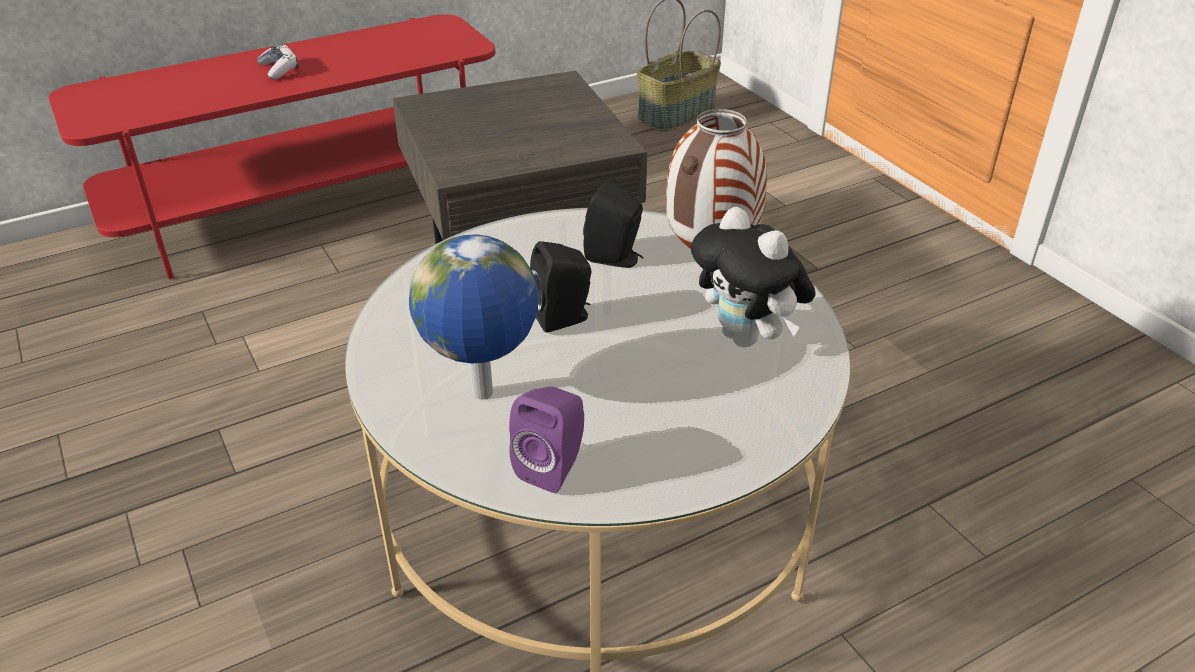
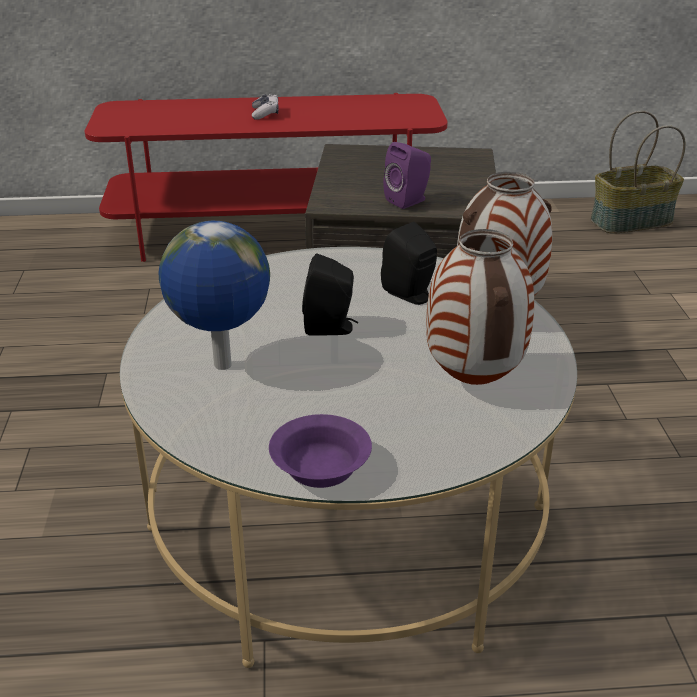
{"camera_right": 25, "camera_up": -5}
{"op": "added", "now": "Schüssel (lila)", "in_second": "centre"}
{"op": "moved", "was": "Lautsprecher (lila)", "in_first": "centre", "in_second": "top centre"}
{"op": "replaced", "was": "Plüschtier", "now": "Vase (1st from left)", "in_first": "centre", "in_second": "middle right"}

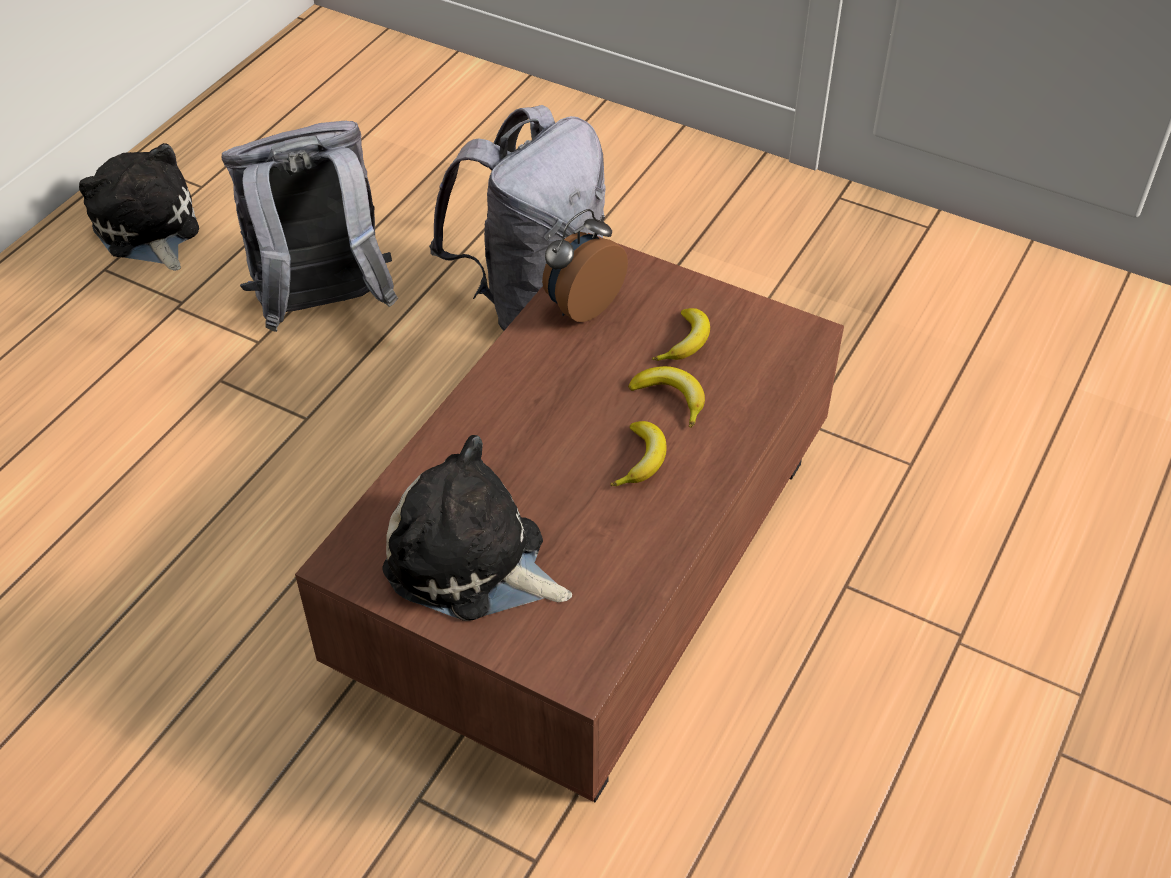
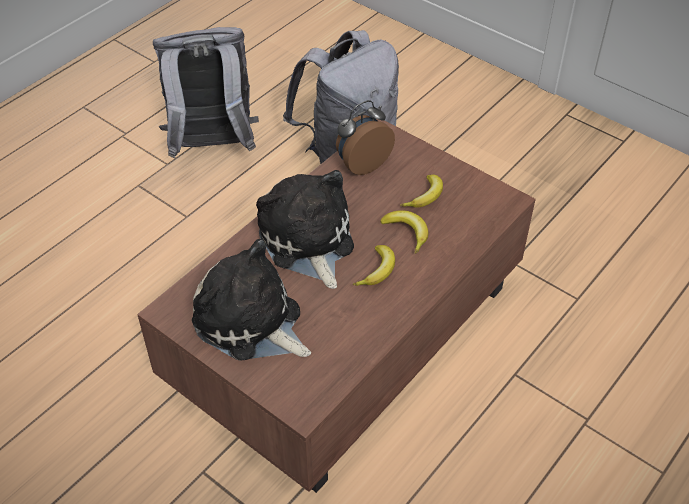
{"camera_right": 10, "camera_up": 0}
{"op": "moved", "was": "Plüschtier (1st from left in the first image)", "now": "Plüschtier (2nd from left)", "in_first": "top left", "in_second": "centre"}

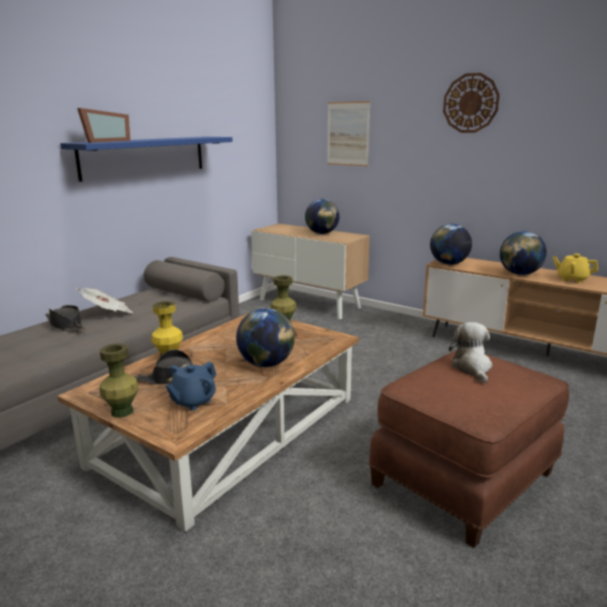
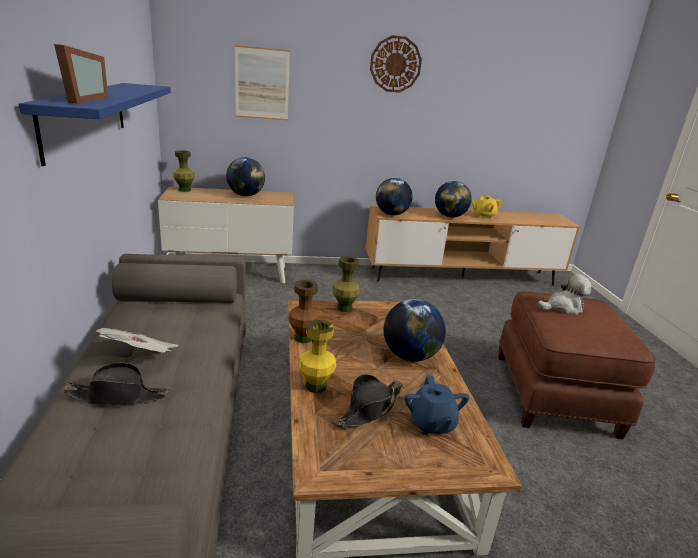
{"camera_right": -45, "camera_up": 5}
{"op": "moved", "was": "Vase (grün) (1st from left)", "in_first": "middle left", "in_second": "top left"}
{"op": "added", "now": "Vase (braun)", "in_second": "centre"}
{"op": "turned", "was": "Plüschtier", "in_first": "middle right", "in_second": "middle right", "clockwise": 120}

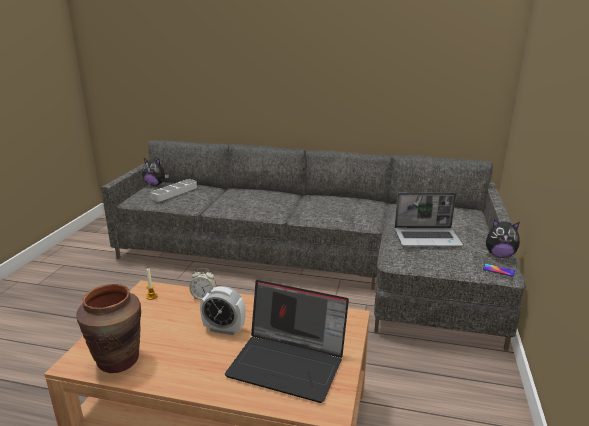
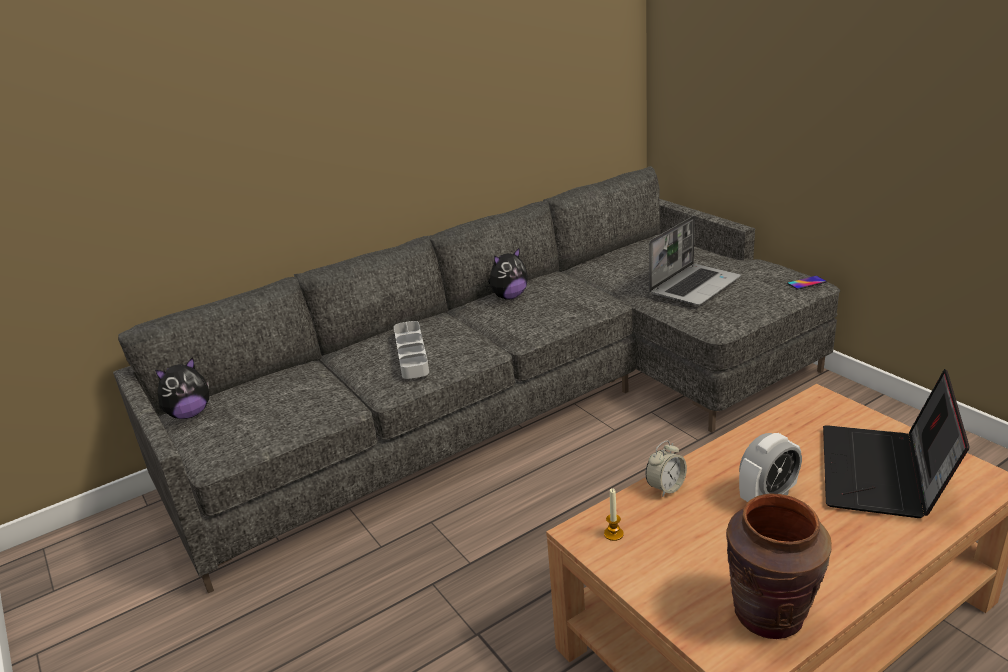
{"camera_right": -45, "camera_up": 5}
{"op": "moved", "was": "Tablett (grau)", "in_first": "middle left", "in_second": "centre"}
{"op": "moved", "was": "Plüschtier (2nd from left)", "in_first": "middle right", "in_second": "centre"}
{"op": "turned", "was": "Laptop (1st from left in the first image)", "in_first": "bottom centre", "in_second": "middle right", "clockwise": 135}

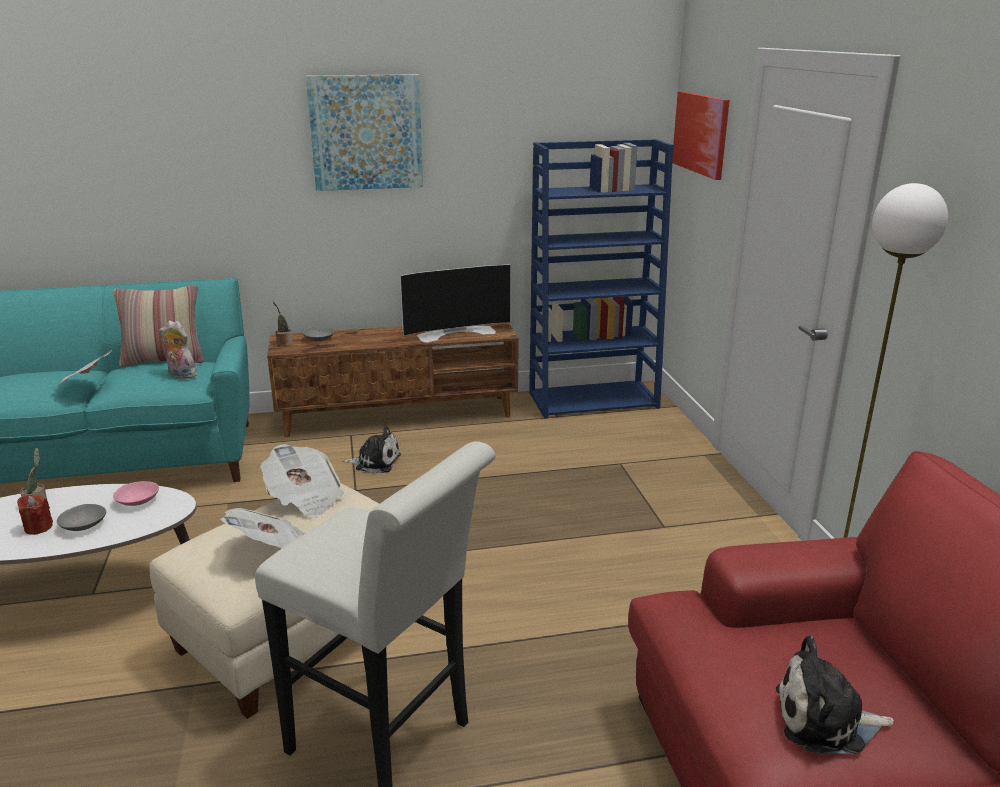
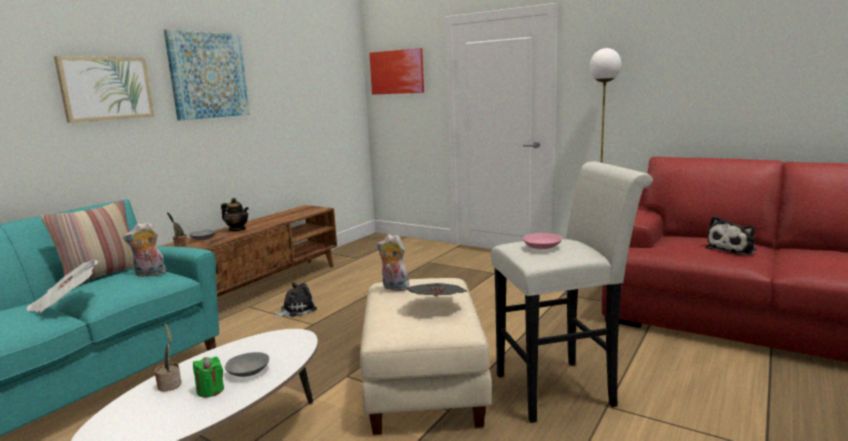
{"camera_right": -45, "camera_up": -10}
{"op": "added", "now": "Bild (1st from left)", "in_second": "top left"}
{"op": "recoloured", "was": "Kerze (rot)", "now": "Kerze (grün)", "in_first": "middle left", "in_second": "bottom left"}
{"op": "added", "now": "Teekanne", "in_second": "middle left"}
{"op": "replaced", "was": "Zeitung (3rd from left)", "now": "Plüschtier (3rd from left)", "in_first": "middle left", "in_second": "centre"}
{"op": "moved", "was": "Schüssel (rosa)", "in_first": "middle left", "in_second": "centre"}
{"op": "removed", "was": "Fernseher", "in_first": "centre"}
{"op": "removed", "was": "Bücherregal (blau)", "in_first": "centre"}

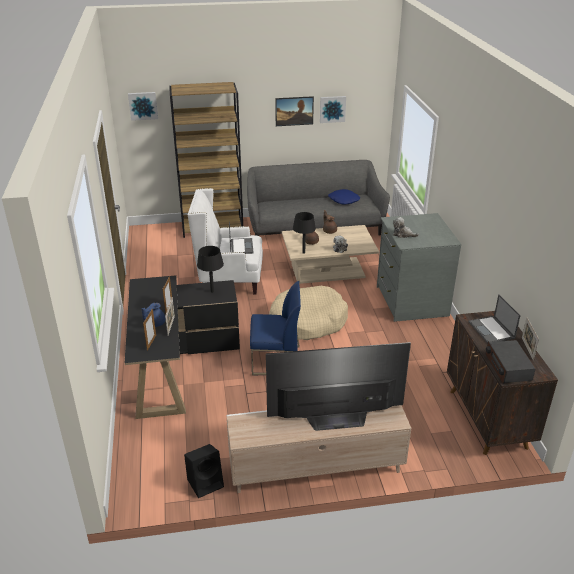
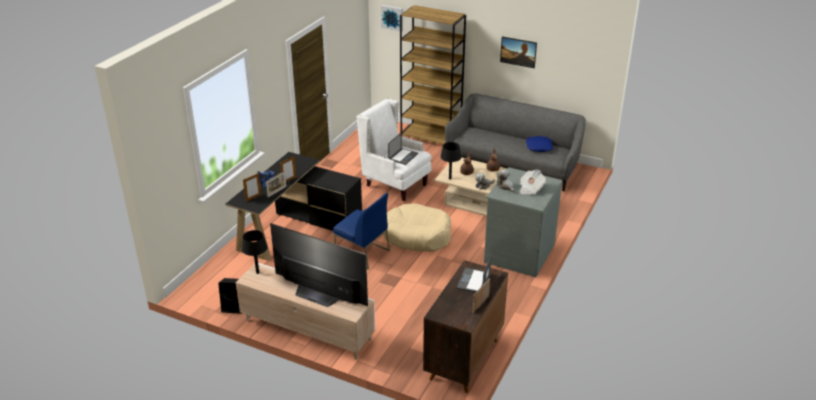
{"camera_right": 35, "camera_up": 0}
{"op": "moved", "was": "Tischlampe (schwarz) (1st from left)", "in_first": "centre", "in_second": "middle left"}
{"op": "added", "now": "Zeitung", "in_second": "centre"}
{"op": "removed", "was": "Bild (3rd from left)", "in_first": "top centre"}
{"op": "removed", "was": "Radio", "in_first": "middle right"}

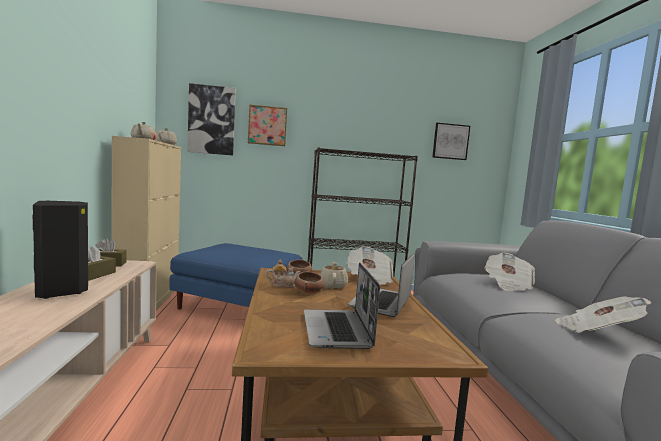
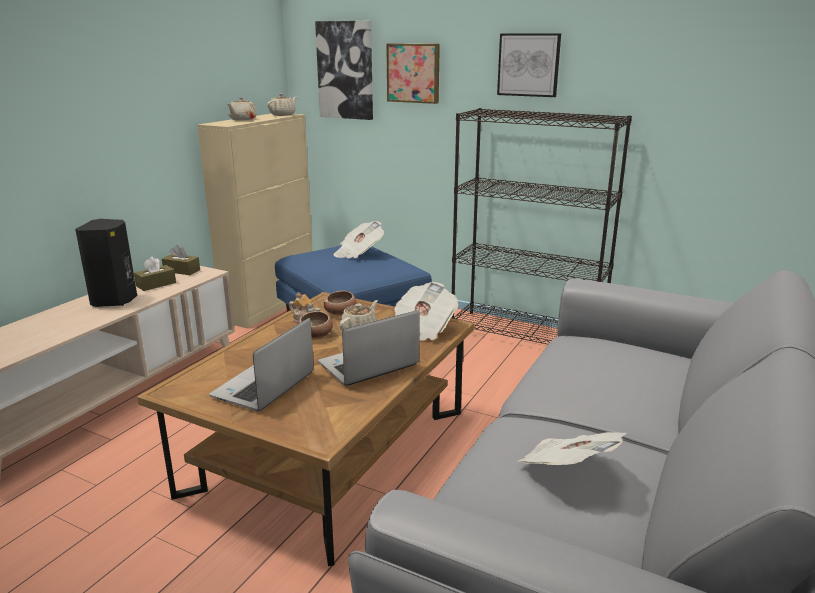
{"camera_right": 35, "camera_up": 15}
{"op": "moved", "was": "Zeitung (2nd from left in the first image)", "now": "Zeitung (1st from left)", "in_first": "middle right", "in_second": "centre"}
{"op": "moved", "was": "Bild (3rd from left)", "in_first": "top right", "in_second": "top centre"}

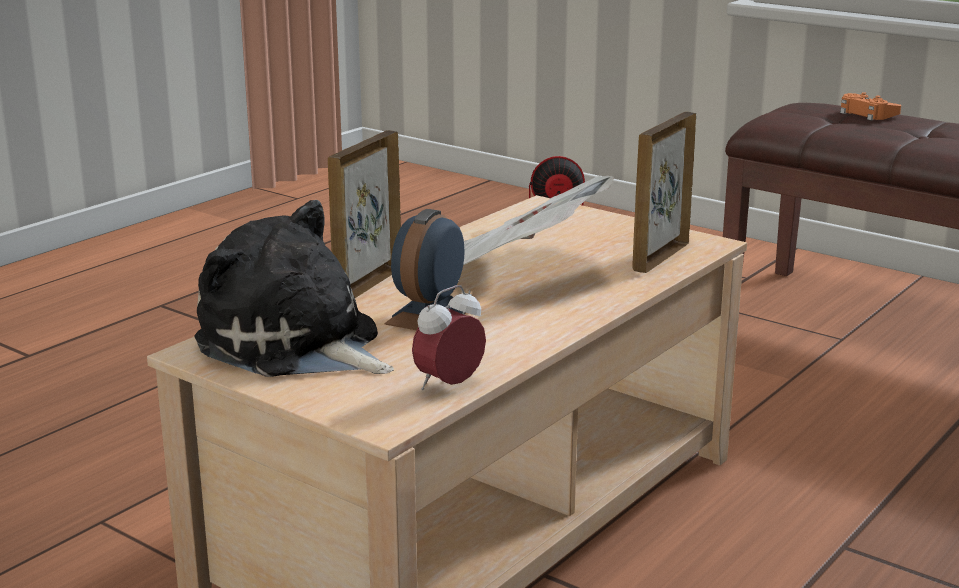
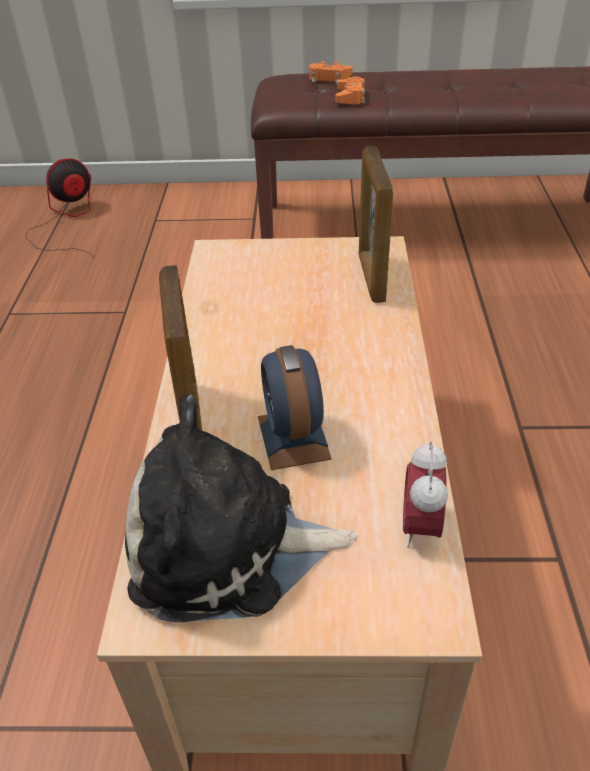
{"camera_right": -35, "camera_up": 20}
{"op": "added", "now": "Gamepad (orange) (2nd from left)", "in_second": "top centre"}
{"op": "removed", "was": "Zeitung", "in_first": "centre"}

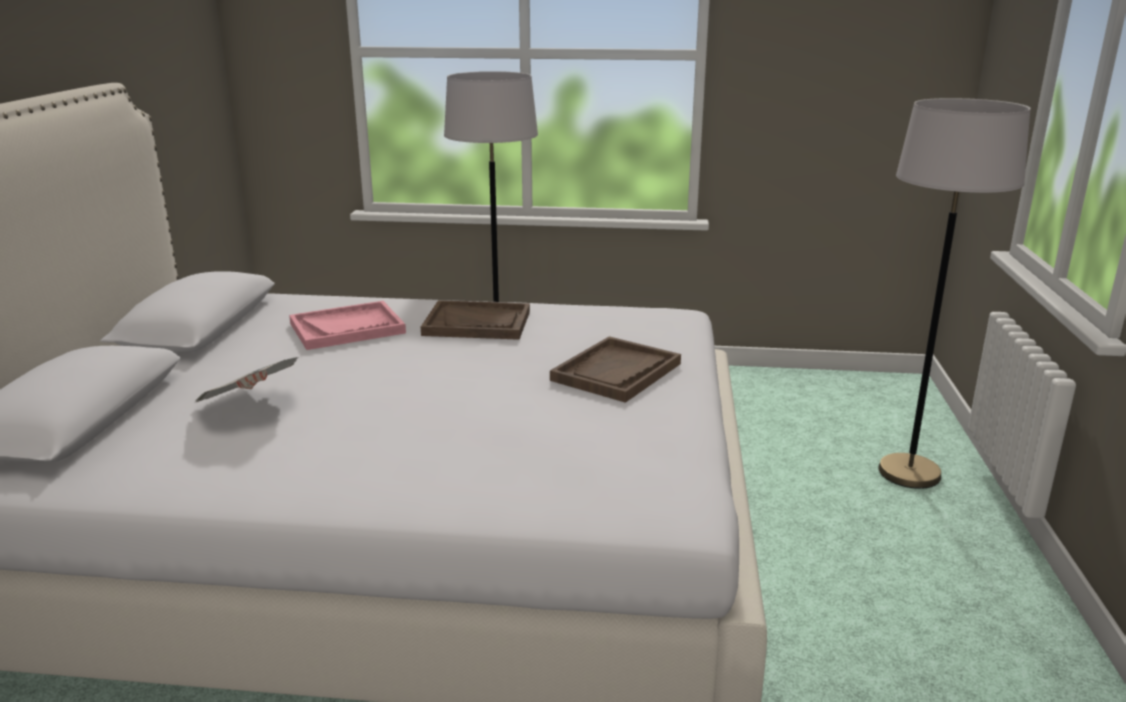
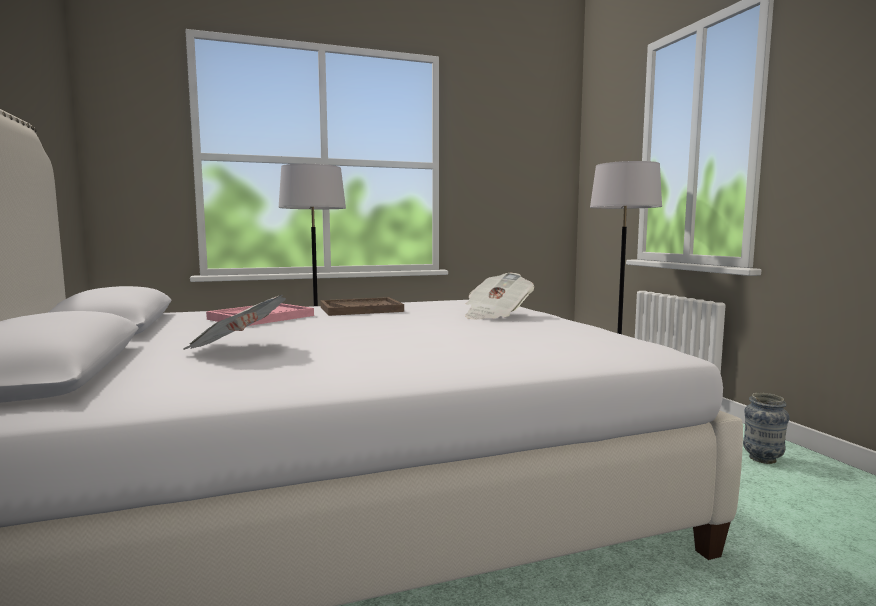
{"camera_right": -25, "camera_up": -15}
{"op": "replaced", "was": "Tablett (braun) (2nd from left)", "now": "Zeitung (2nd from left)", "in_first": "centre", "in_second": "centre"}
{"op": "added", "now": "Vase", "in_second": "bottom right"}

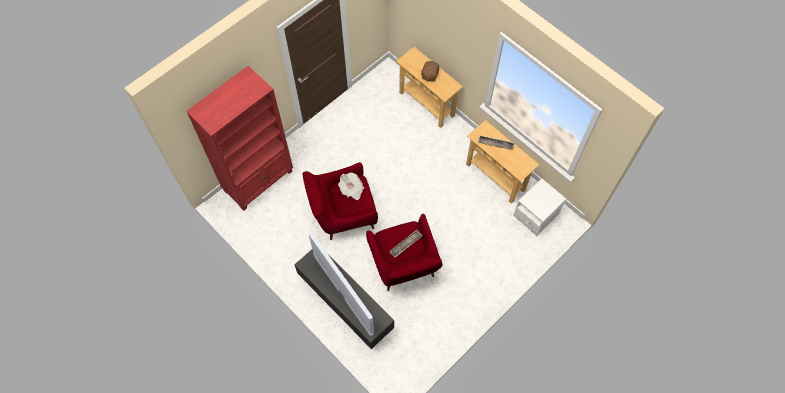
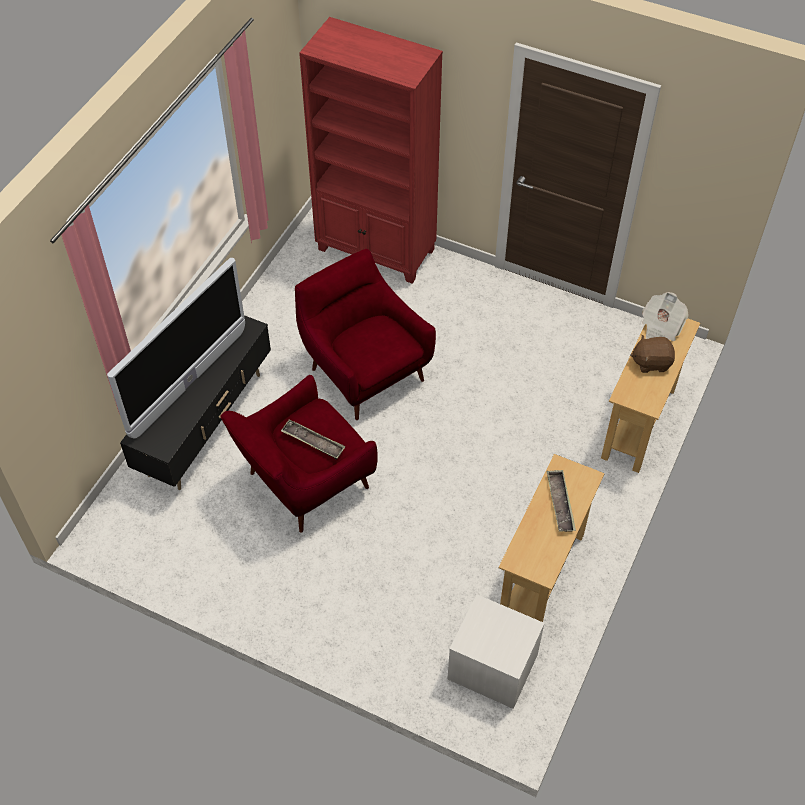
{"camera_right": 70, "camera_up": -10}
{"op": "moved", "was": "Zeitung", "in_first": "centre", "in_second": "middle right"}

